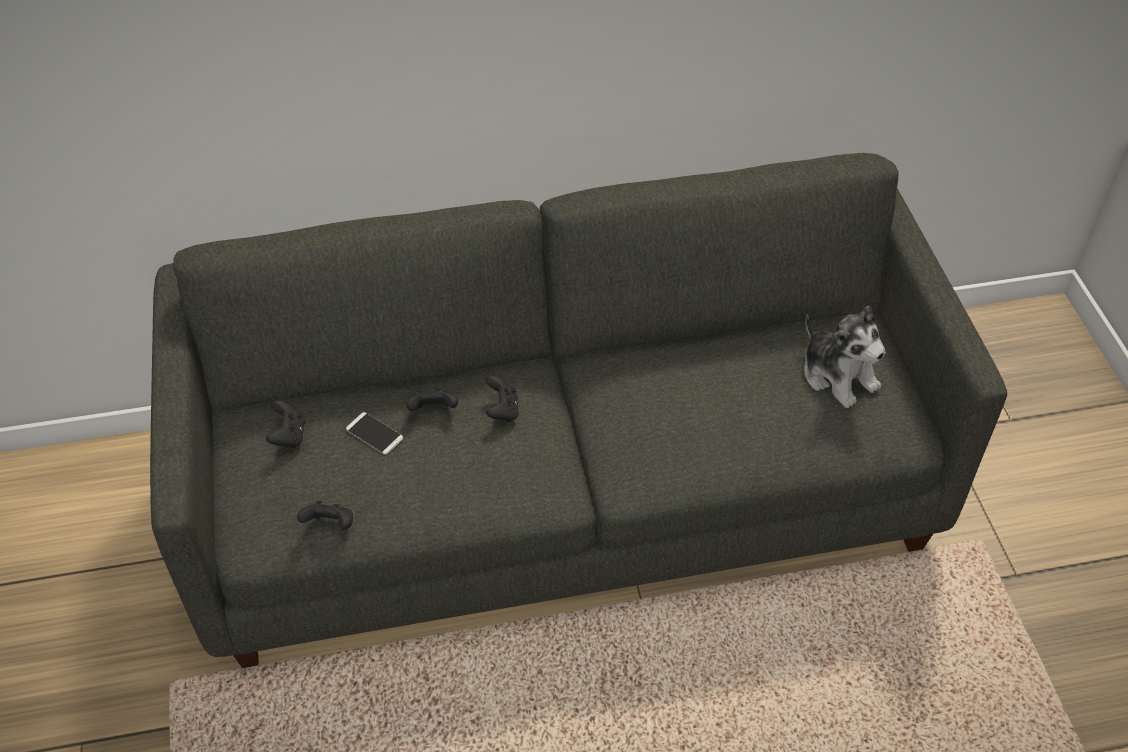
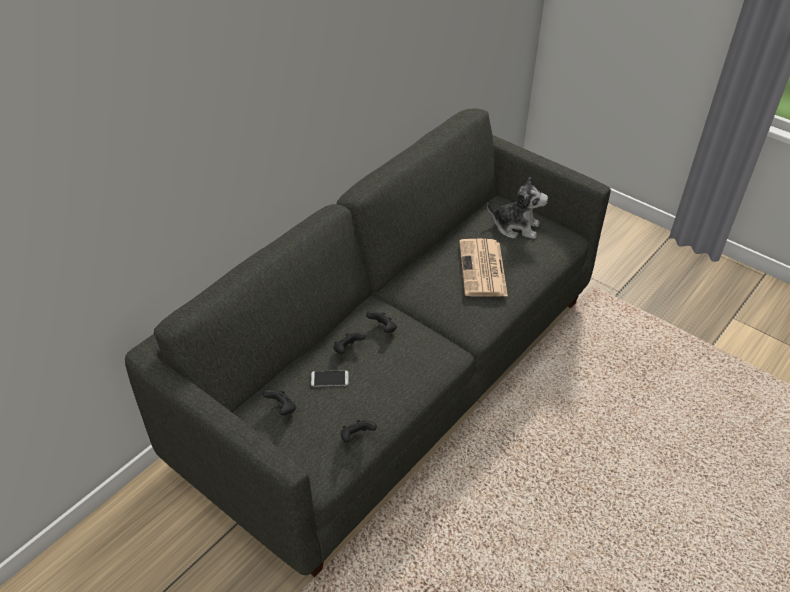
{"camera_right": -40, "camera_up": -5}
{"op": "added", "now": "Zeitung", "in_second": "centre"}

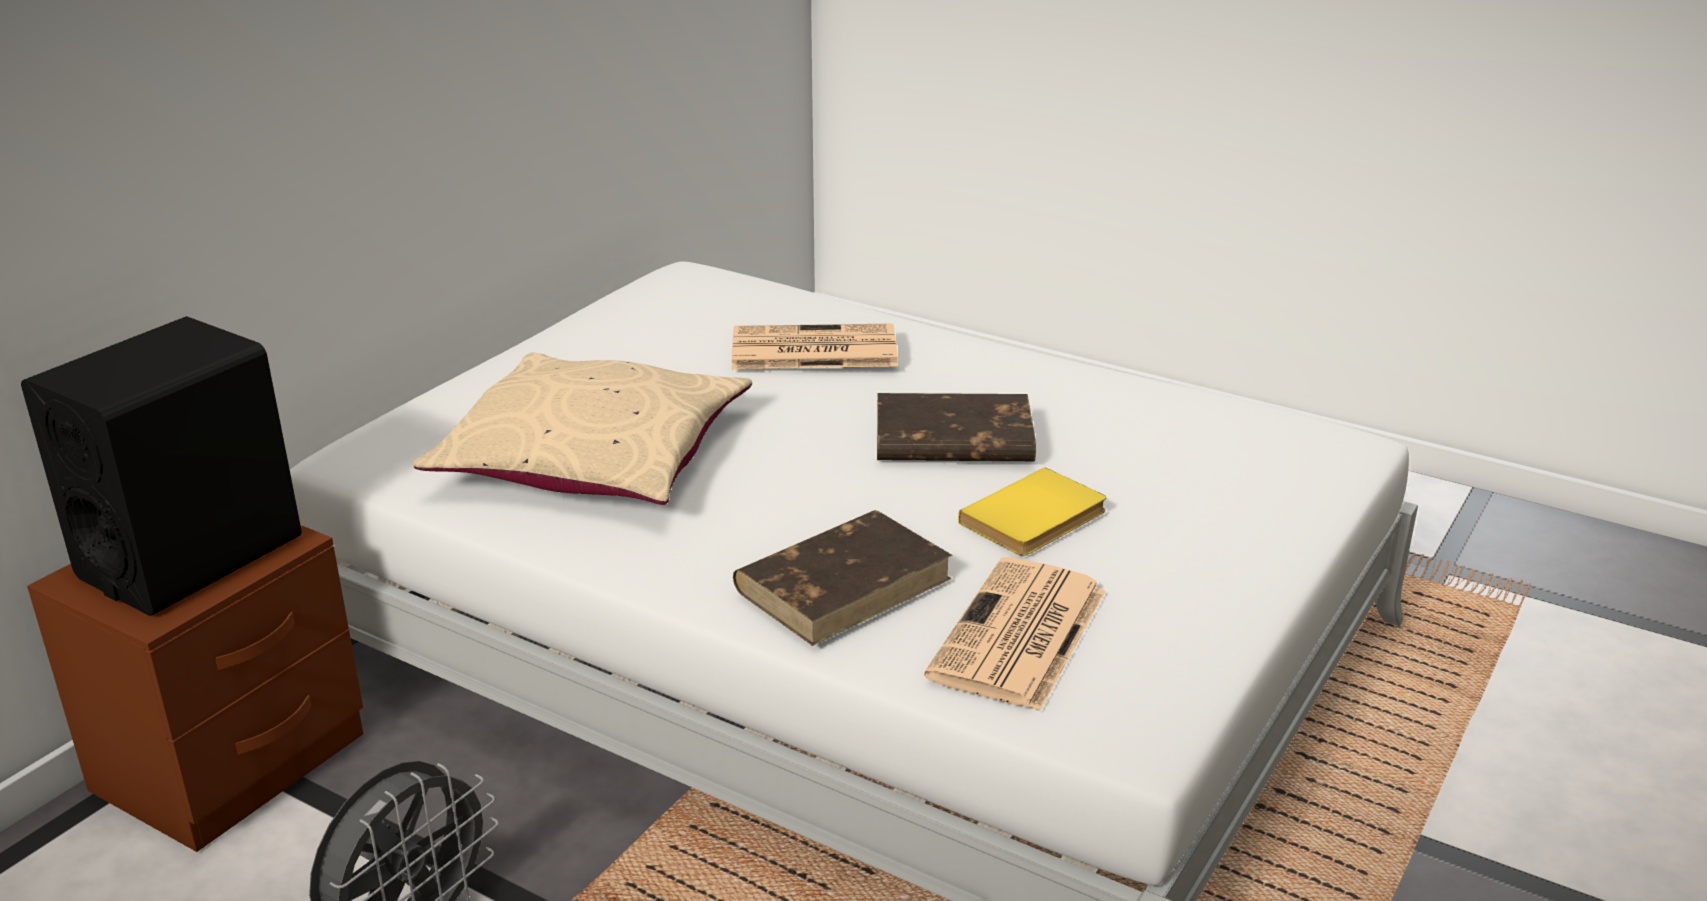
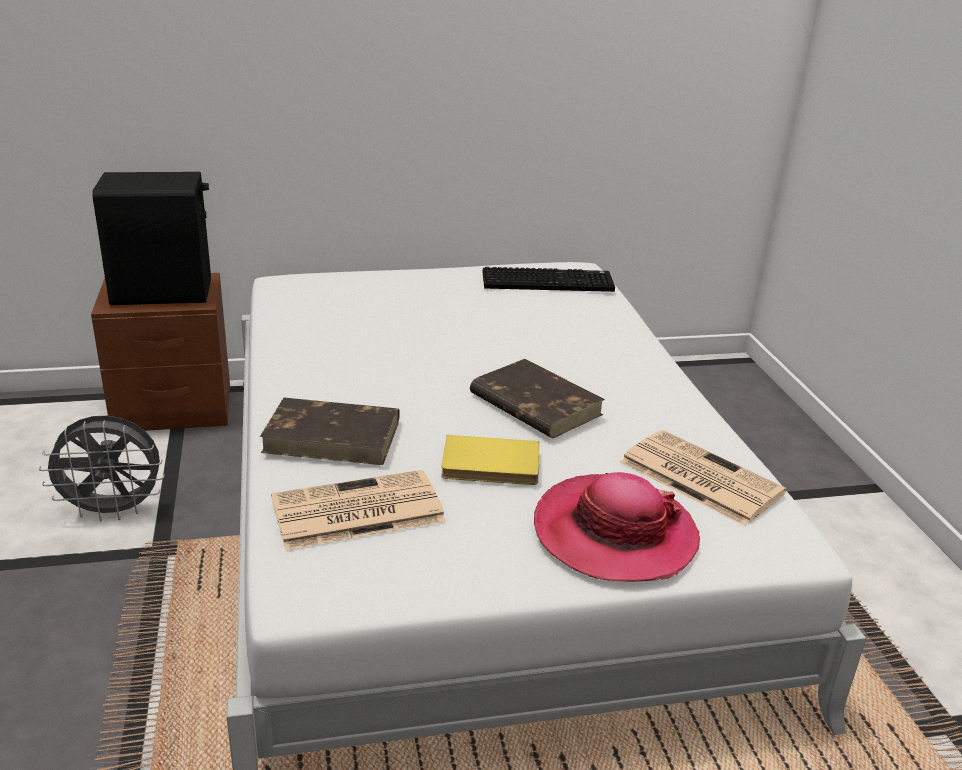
{"camera_right": 45, "camera_up": 0}
{"op": "added", "now": "Tastatur", "in_second": "centre"}
{"op": "added", "now": "Hut", "in_second": "bottom centre"}
{"op": "moved", "was": "Zeitung (1st from left in the first image)", "now": "Zeitung (2nd from left)", "in_first": "centre", "in_second": "middle right"}
{"op": "removed", "was": "Kissen (beige)", "in_first": "centre"}

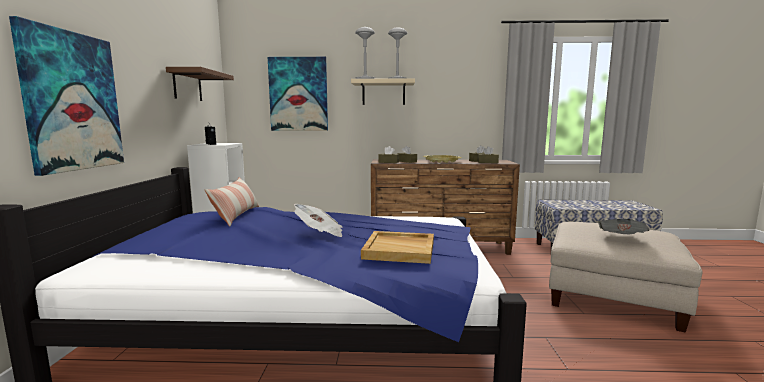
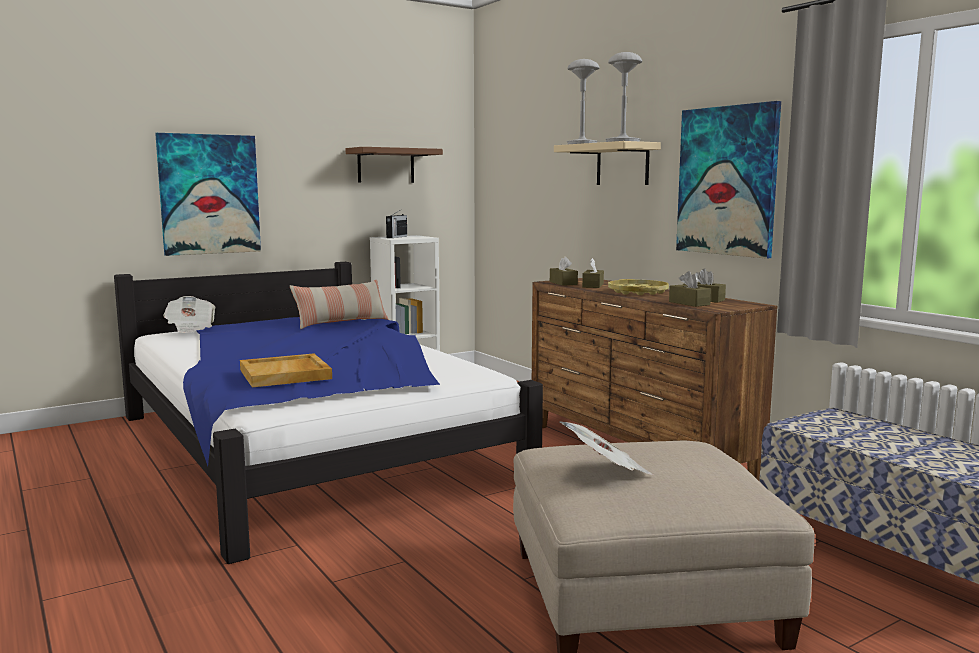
{"camera_right": 55, "camera_up": 0}
{"op": "moved", "was": "Zeitung (1st from left)", "in_first": "centre", "in_second": "middle left"}
{"op": "moved", "was": "Bild (2nd from left)", "in_first": "top centre", "in_second": "top right"}

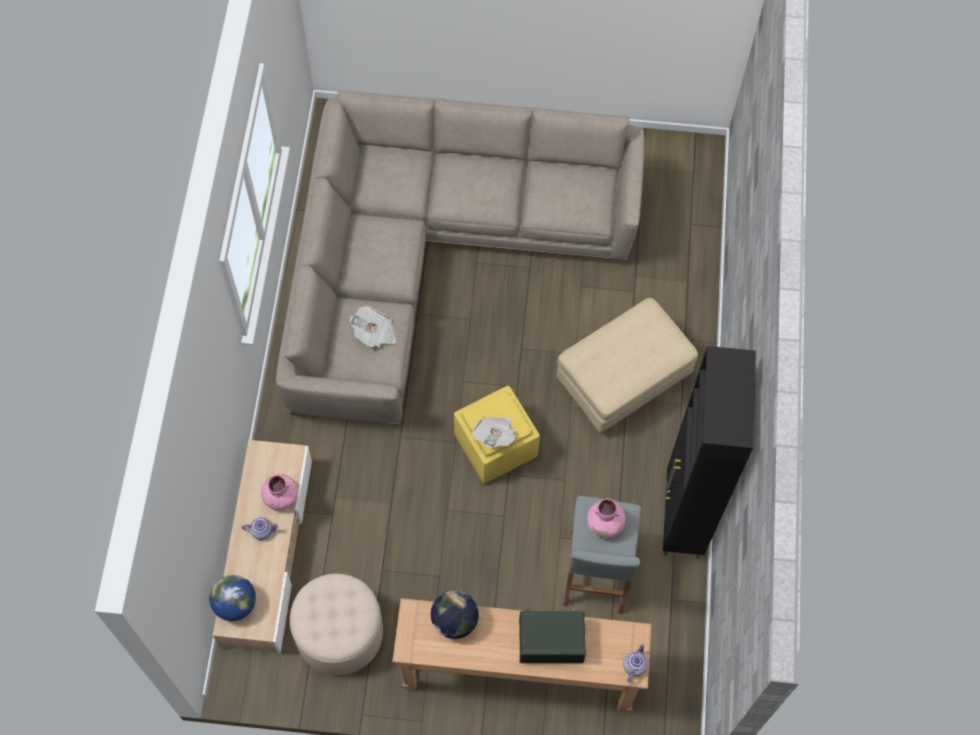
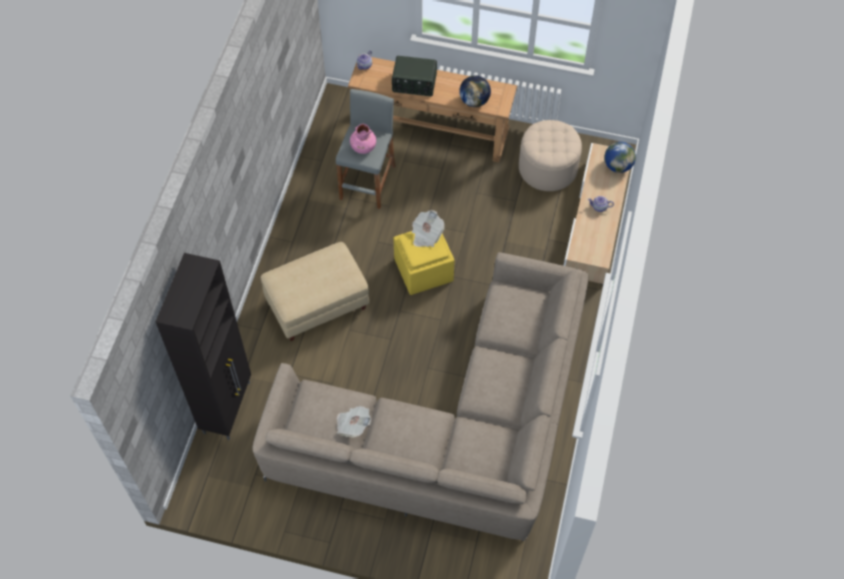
{"camera_right": -170, "camera_up": -5}
{"op": "moved", "was": "Schrank (schwarz)", "in_first": "middle right", "in_second": "middle left"}
{"op": "moved", "was": "Zeitung (1st from left)", "in_first": "centre", "in_second": "bottom centre"}
{"op": "removed", "was": "Vase (rosa) (1st from left)", "in_first": "bottom left"}

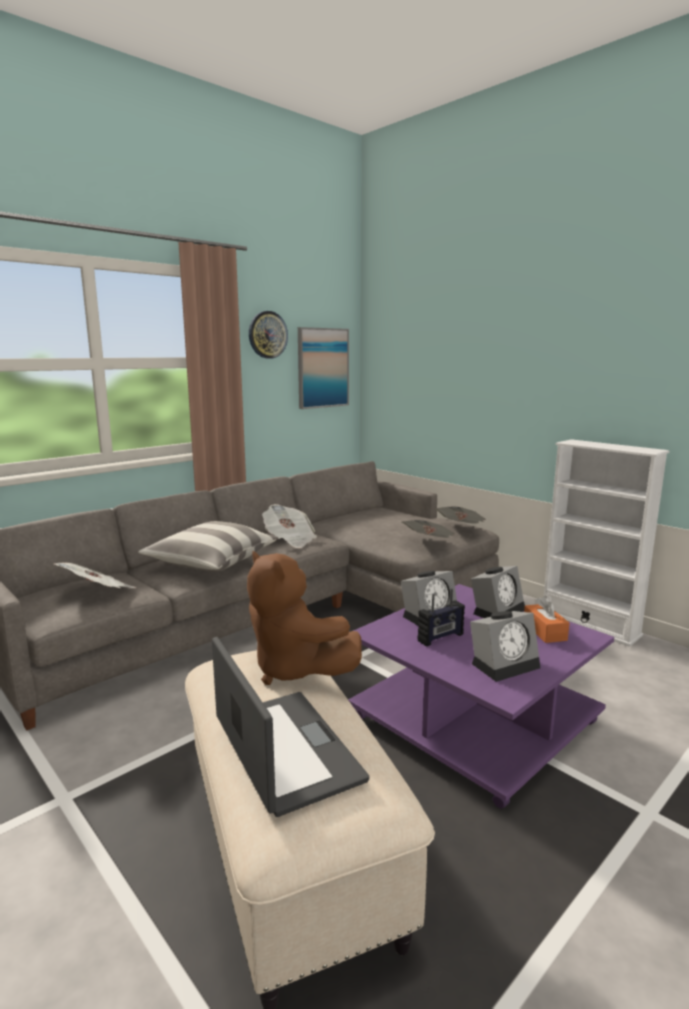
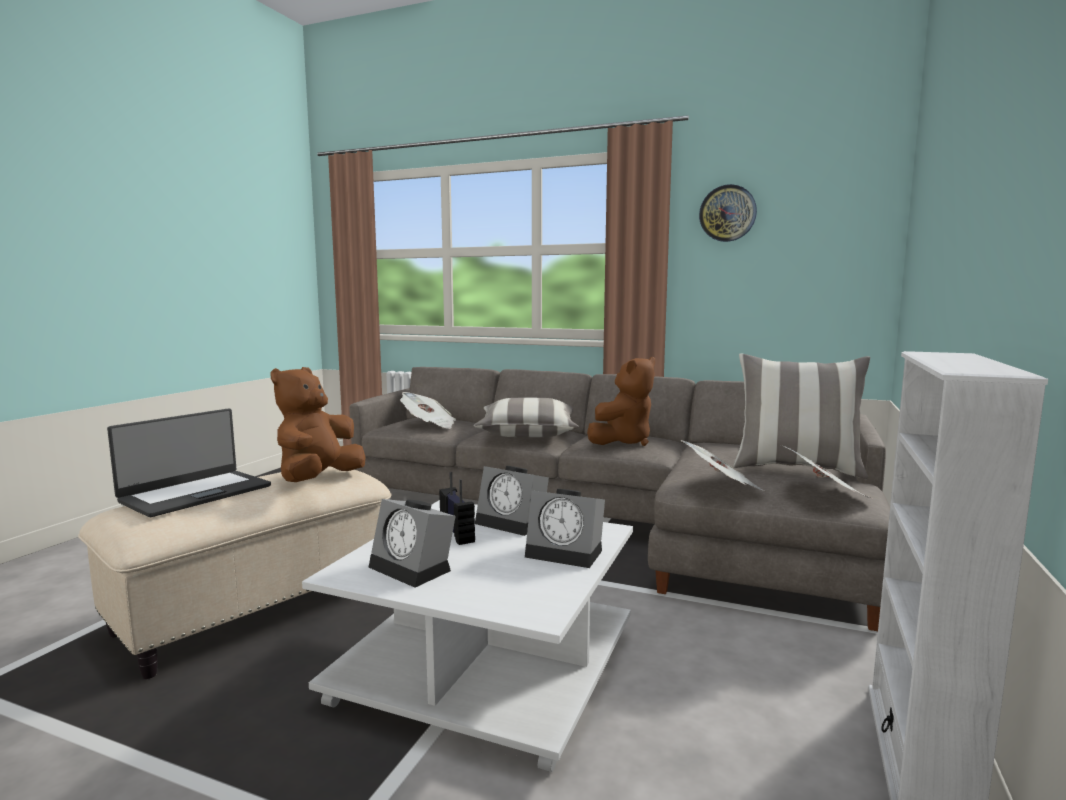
{"camera_right": 65, "camera_up": -5}
{"op": "recoloured", "was": "Couchtisch (lila)", "now": "Couchtisch (weiß)", "in_first": "bottom right", "in_second": "bottom centre"}
{"op": "turned", "was": "Radio", "in_first": "centre", "in_second": "centre", "clockwise": -150}
{"op": "replaced", "was": "Zeitung (2nd from left)", "now": "Plüschtier (braun) (2nd from left)", "in_first": "centre", "in_second": "centre"}
{"op": "added", "now": "Kissen (2nd from left)", "in_second": "middle right"}
{"op": "removed", "was": "Bild", "in_first": "centre"}
{"op": "removed", "was": "Taschentuchbox (orange)", "in_first": "middle right"}

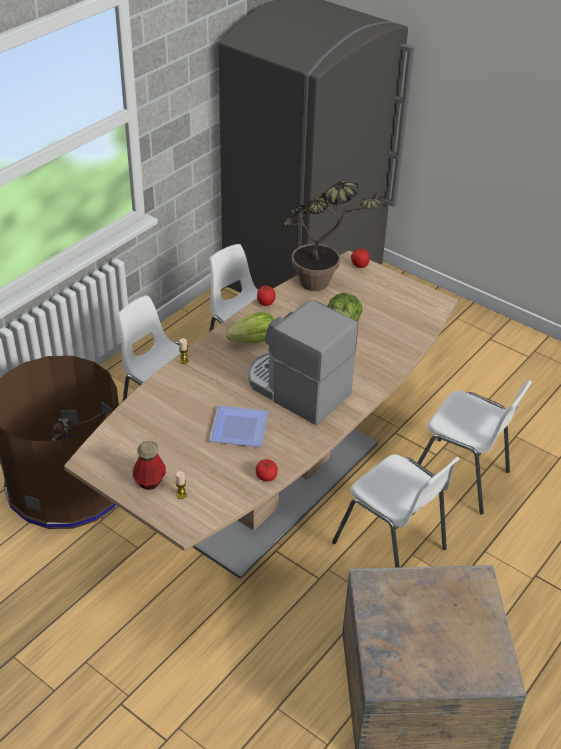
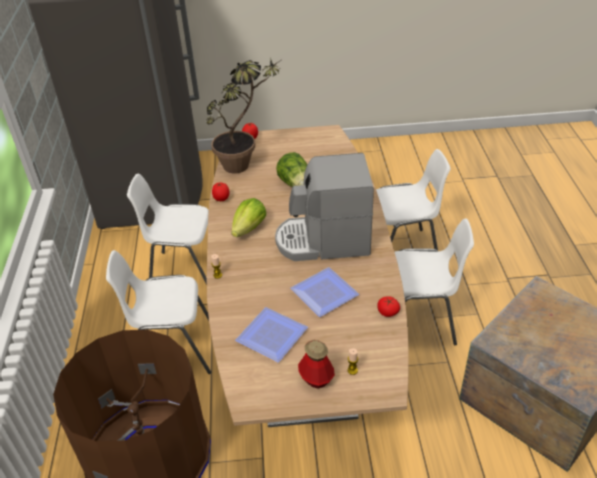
{"camera_right": -40, "camera_up": 0}
{"op": "added", "now": "Teller (1st from left)", "in_second": "bottom centre"}

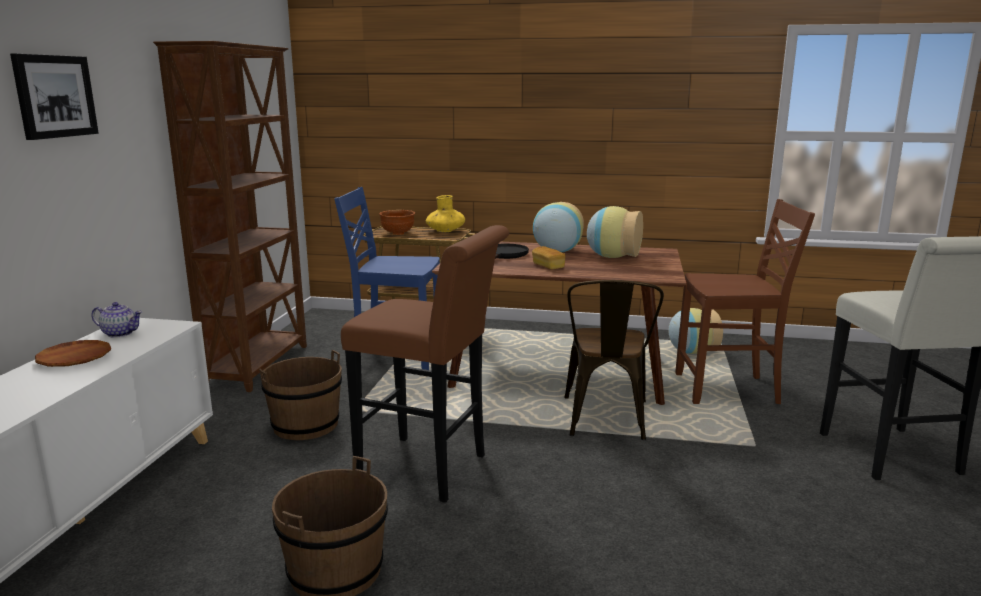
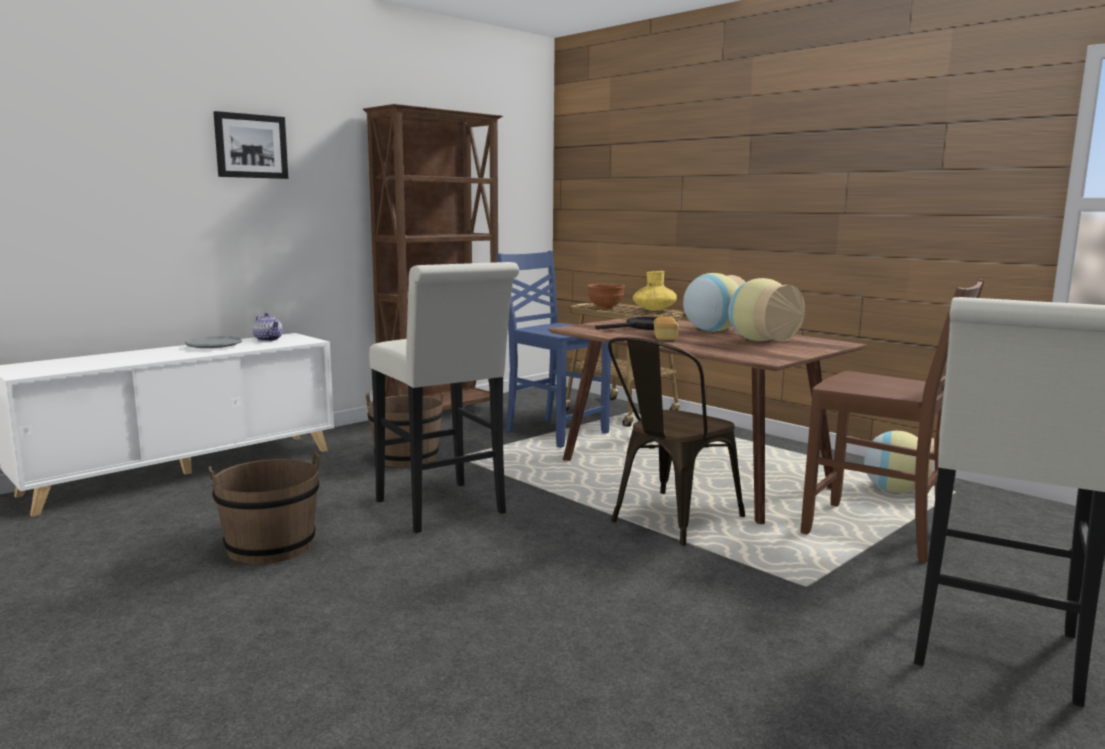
{"camera_right": 35, "camera_up": -5}
{"op": "recoloured", "was": "Teller (braun)", "now": "Teller (grau)", "in_first": "middle left", "in_second": "middle left"}
{"op": "recoloured", "was": "Hocker (braun)", "now": "Hocker (weiß) (1st from left)", "in_first": "centre", "in_second": "centre"}

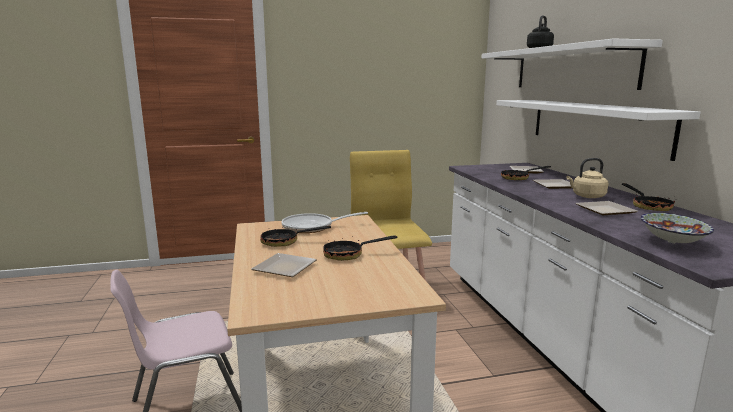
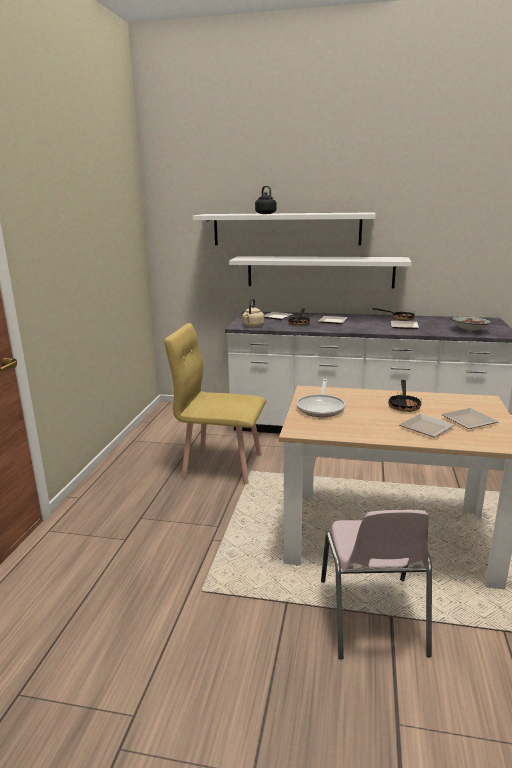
{"camera_right": -65, "camera_up": 5}
{"op": "moved", "was": "Wasserkessel (beige)", "in_first": "middle right", "in_second": "centre"}
{"op": "added", "now": "Teller (5th from left)", "in_second": "middle right"}
{"op": "removed", "was": "Pfanne (1st from left)", "in_first": "centre"}

